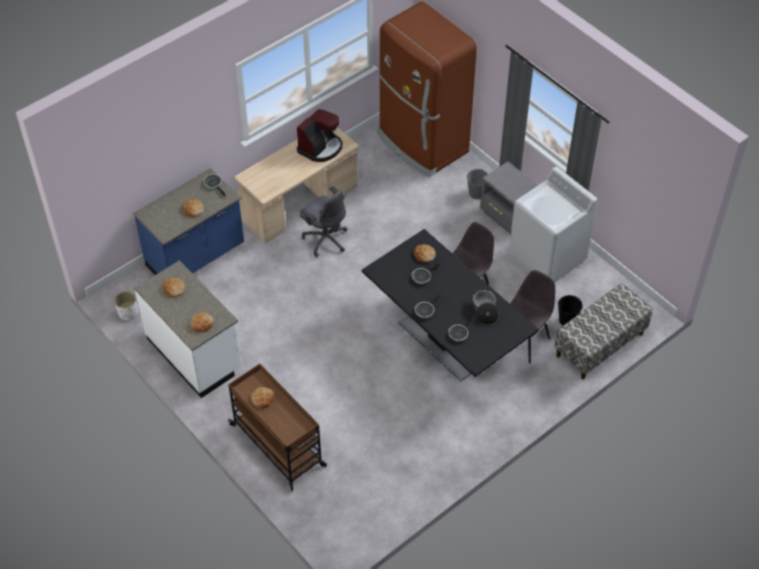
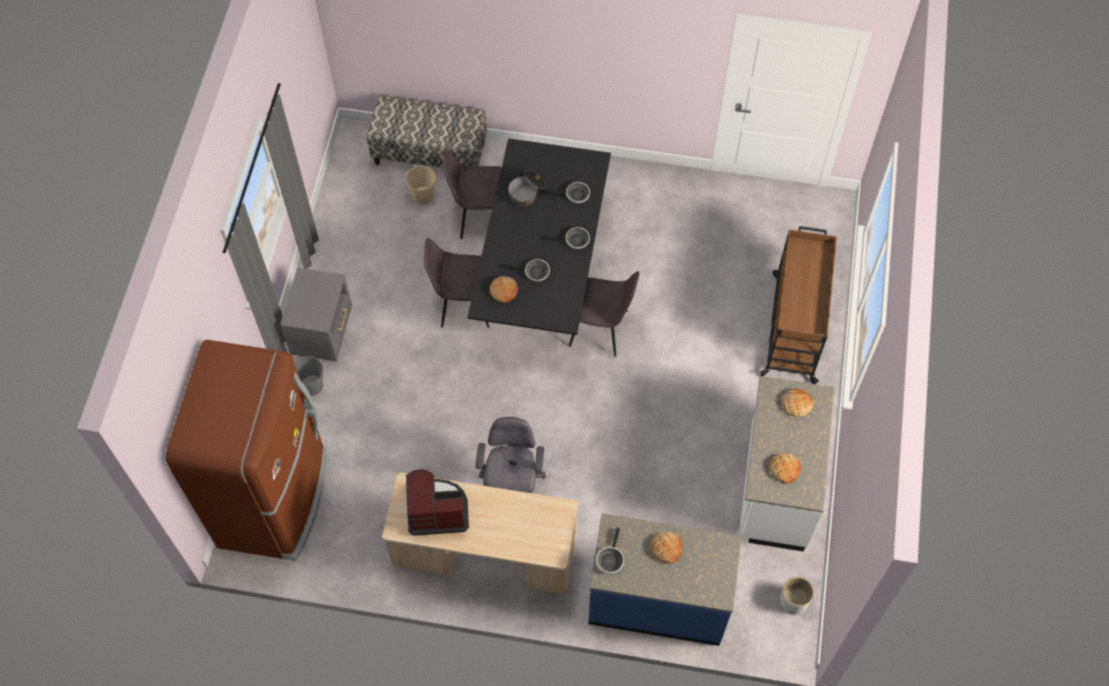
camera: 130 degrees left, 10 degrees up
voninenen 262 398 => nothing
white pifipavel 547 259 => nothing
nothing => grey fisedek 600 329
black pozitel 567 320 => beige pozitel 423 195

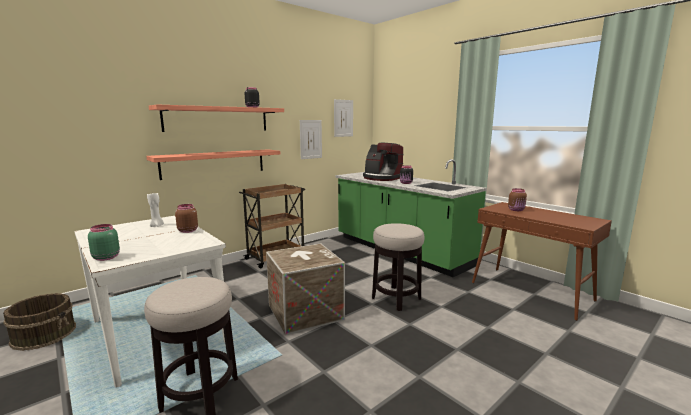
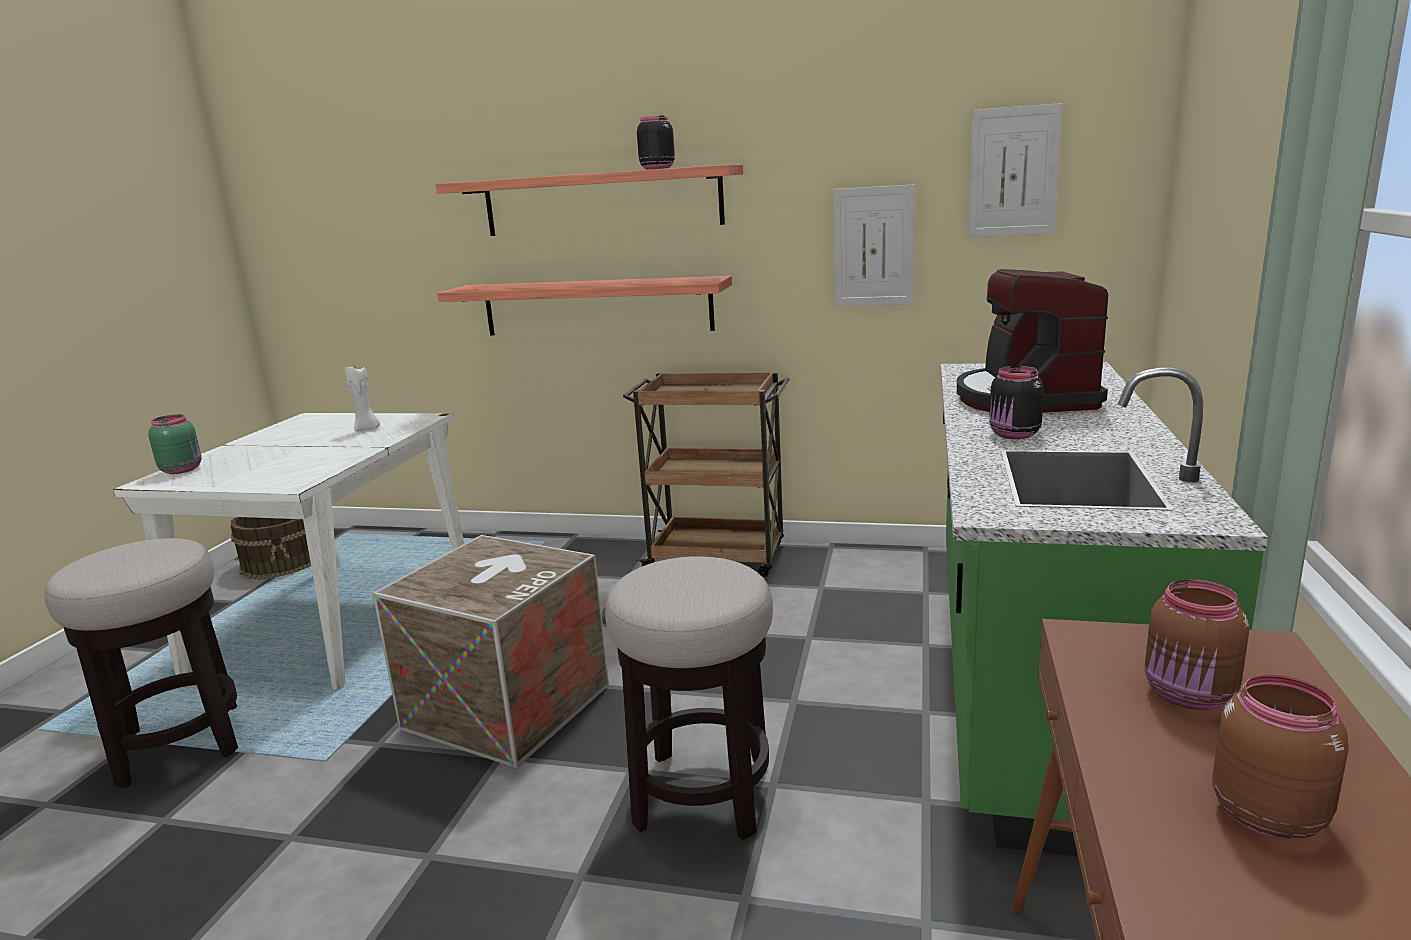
camera: 55 degrees right, 5 degrees up
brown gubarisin 187 230 => brown gubarisin 1265 813, relocated

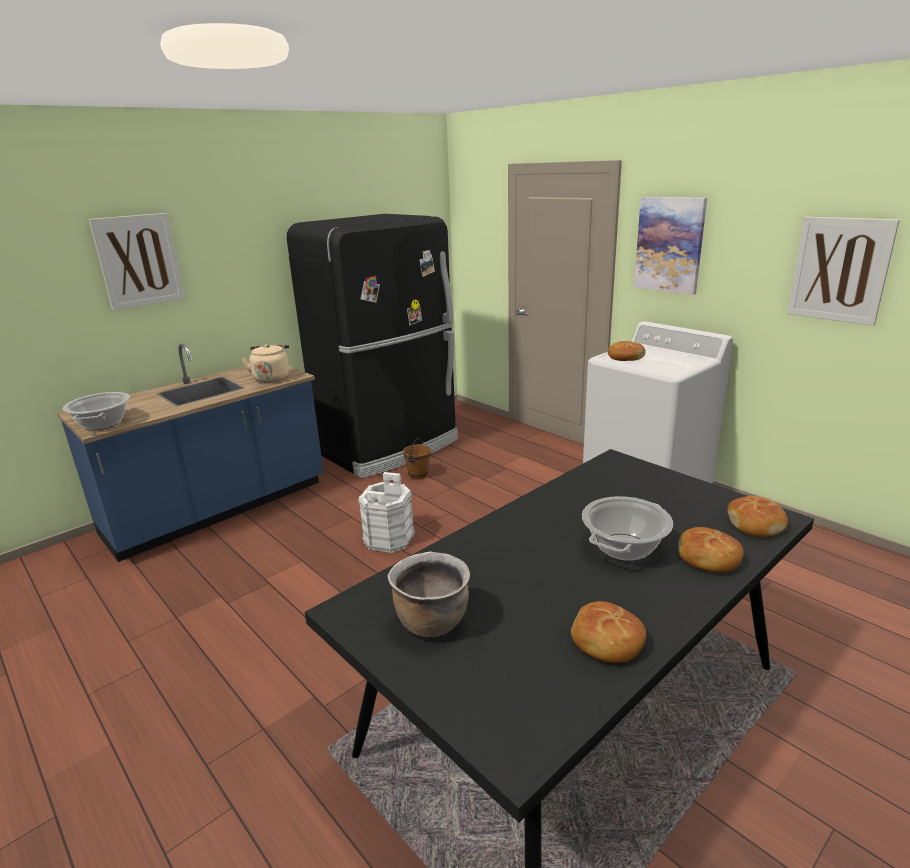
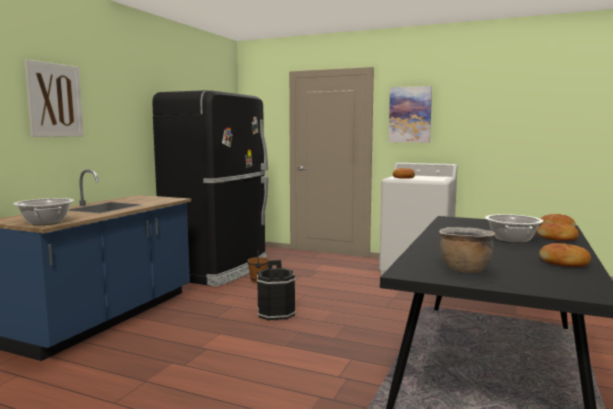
camera: 25 degrees left, 15 degrees down
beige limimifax 271 378 => nothing
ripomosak 839 270 => nothing
white pozitel 389 539 => black pozitel 276 313

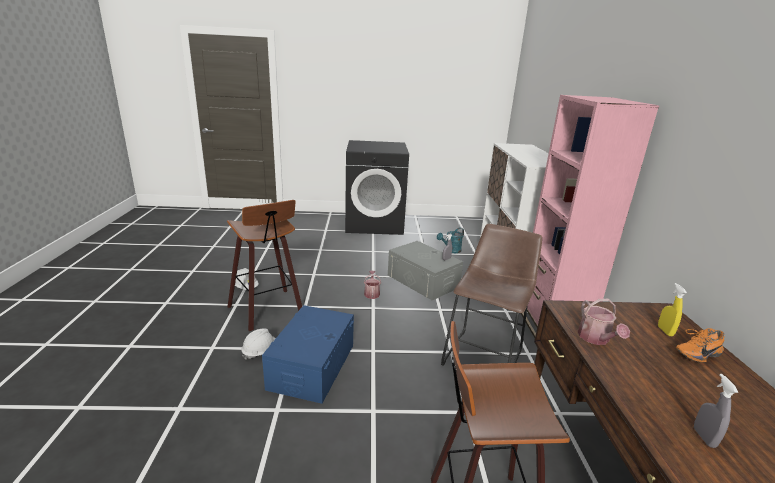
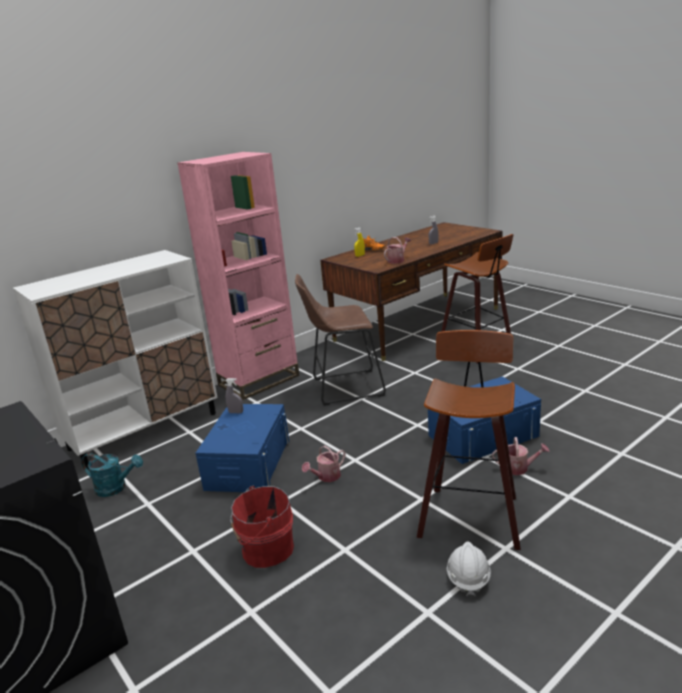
camera: 125 degrees left, 0 degrees up
nothing => red pozitel 265 549
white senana 260 352 => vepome 519 468
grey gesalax 423 281 => blue gesalax 248 463

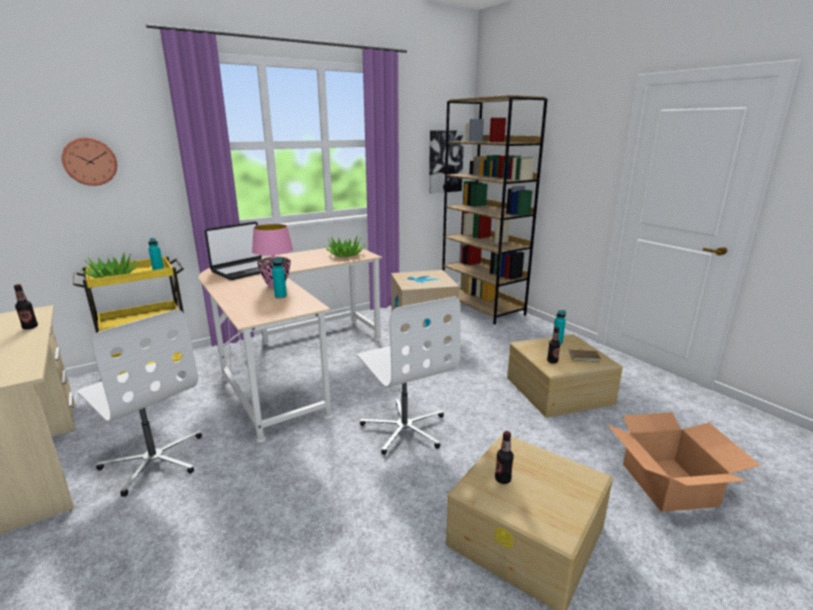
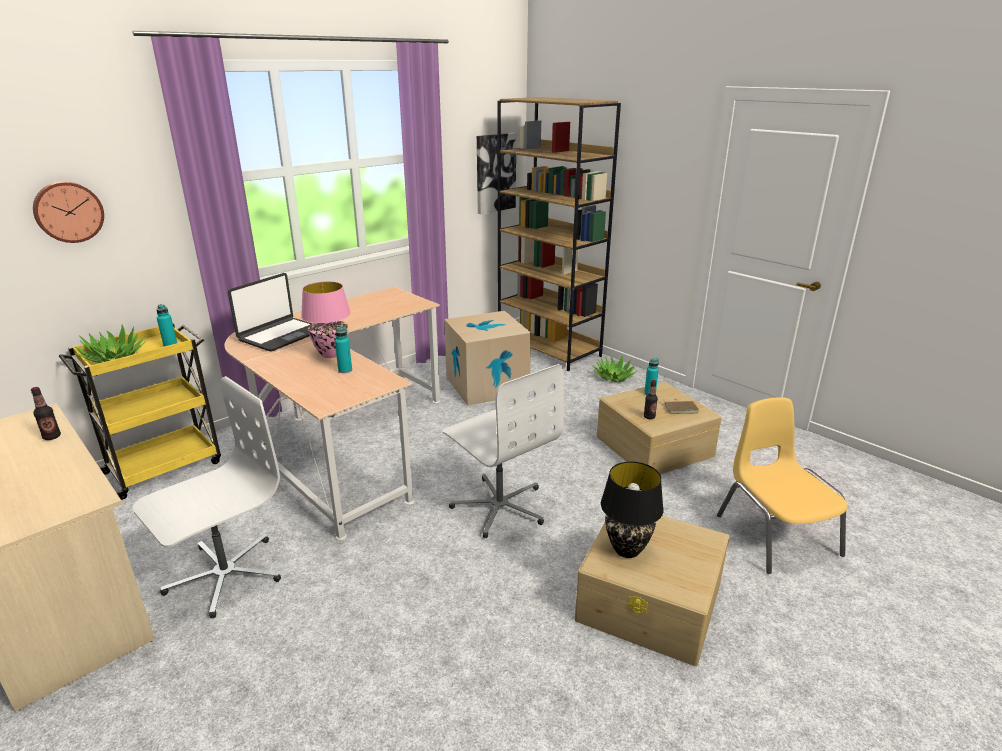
camera: 10 degrees left, 5 degrees up
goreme 345 254 => goreme 614 377, relocated
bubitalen 502 479 => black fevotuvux 627 550
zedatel 669 484 => yellow fisedek 775 534
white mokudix 154 460 => white mokudix 224 575, 75 degrees counterclockwise

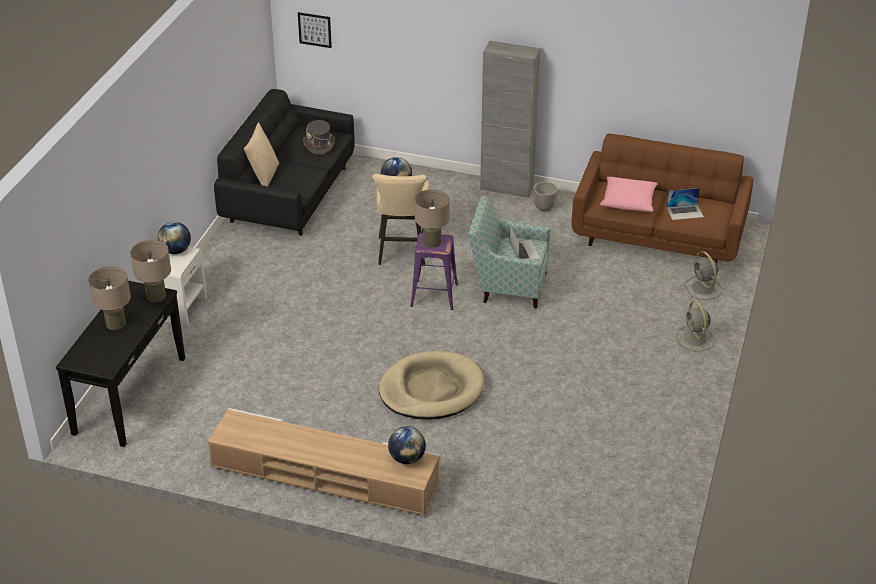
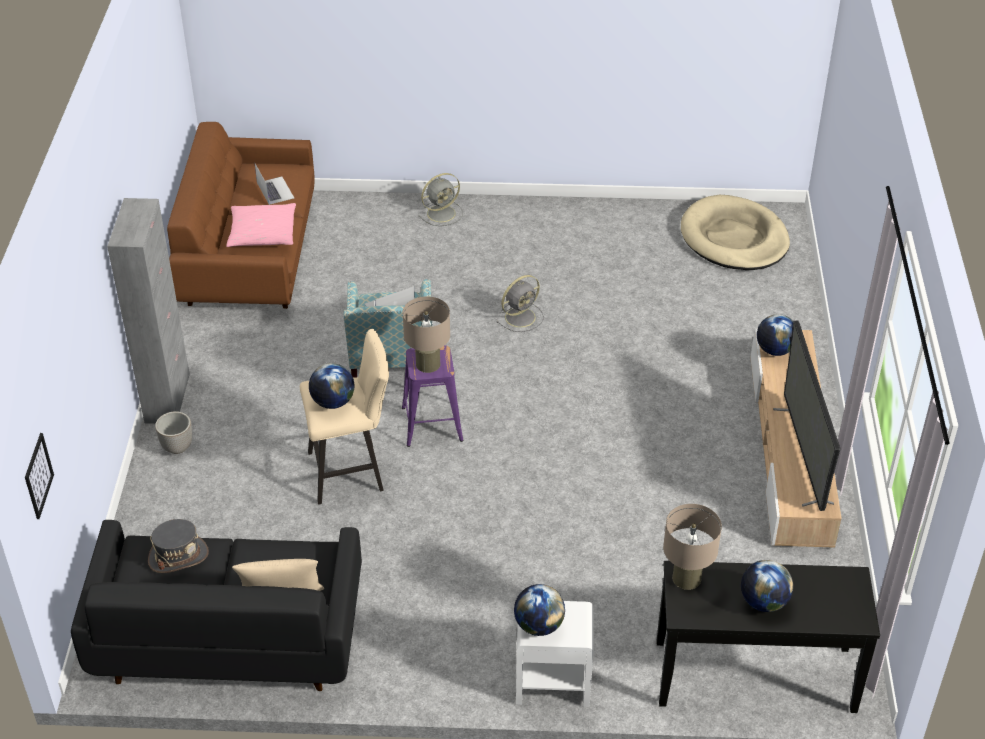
camera: 105 degrees left, 5 degrees up
nothing => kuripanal 803 454
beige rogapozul 431 390 => beige rogapozul 734 238, relocated
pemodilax 544 208 => pemodilax 177 447, relocated
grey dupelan 703 288 => grey dupelan 521 316, relocated
beige fevotuvux 115 323 => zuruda 763 602

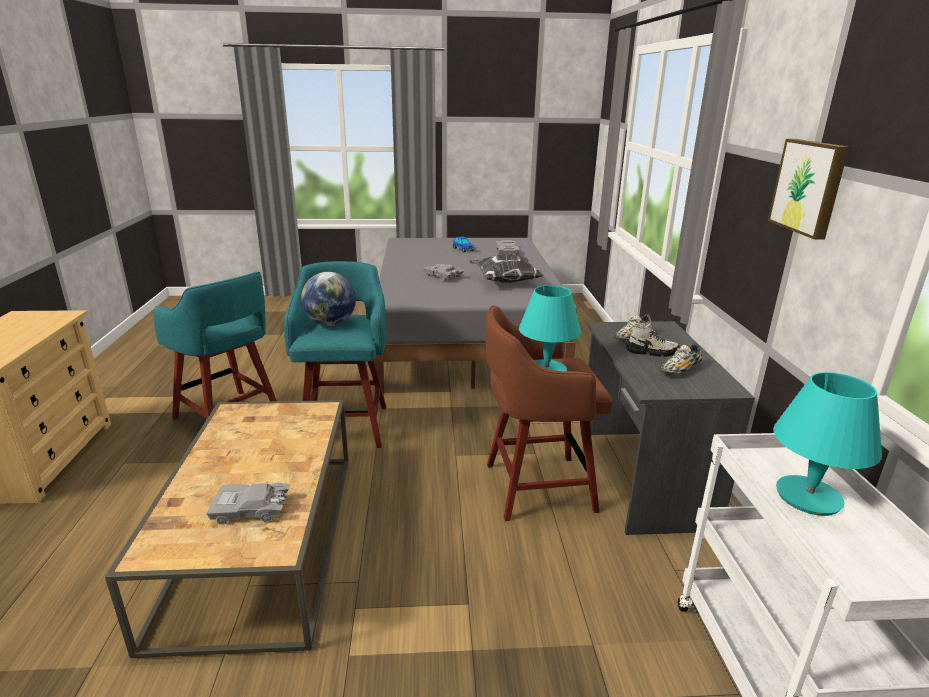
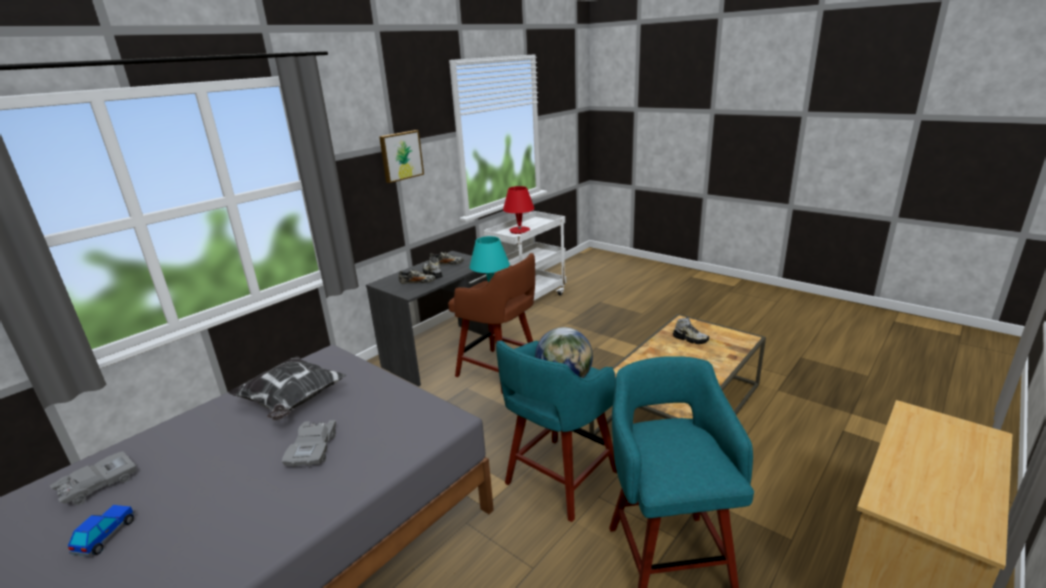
camera: 135 degrees left, 0 degrees up
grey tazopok 251 510 => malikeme 690 339
turquoise fevotuvux 808 497 => red fevotuvux 520 231

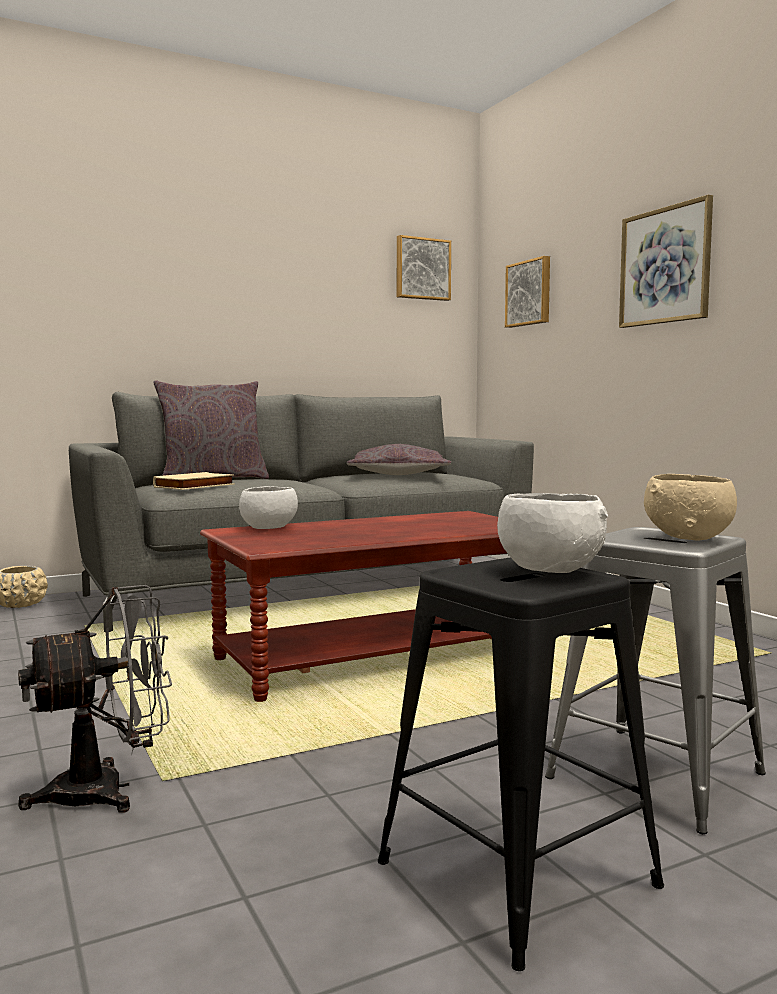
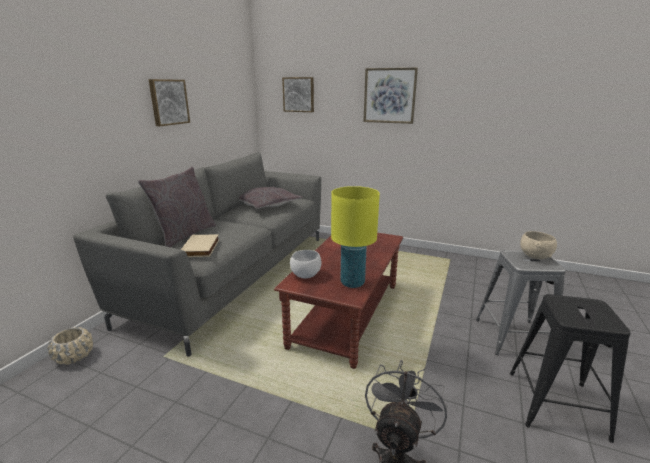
camera: 40 degrees left, 15 degrees up
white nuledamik 548 570 => nothing
nothing => yellow fevotuvux 352 283
ripomosak 422 269 => ripomosak 168 102, relocated

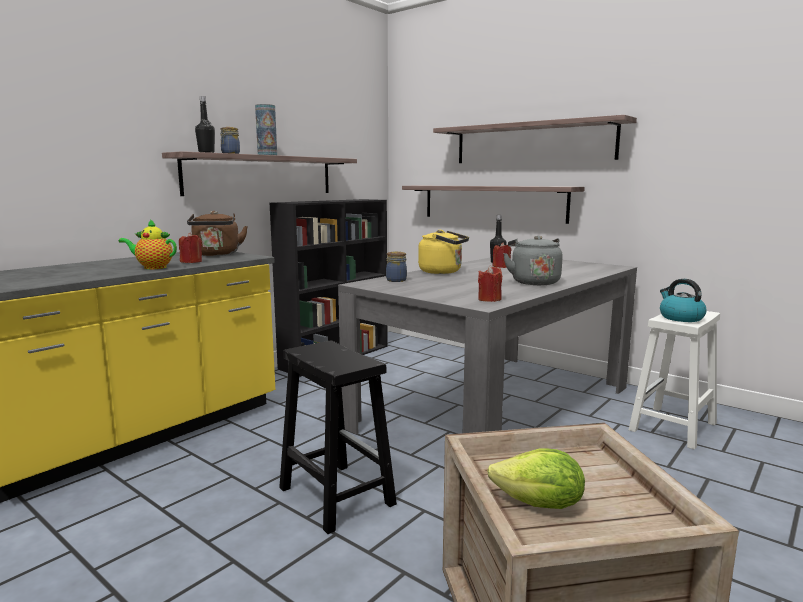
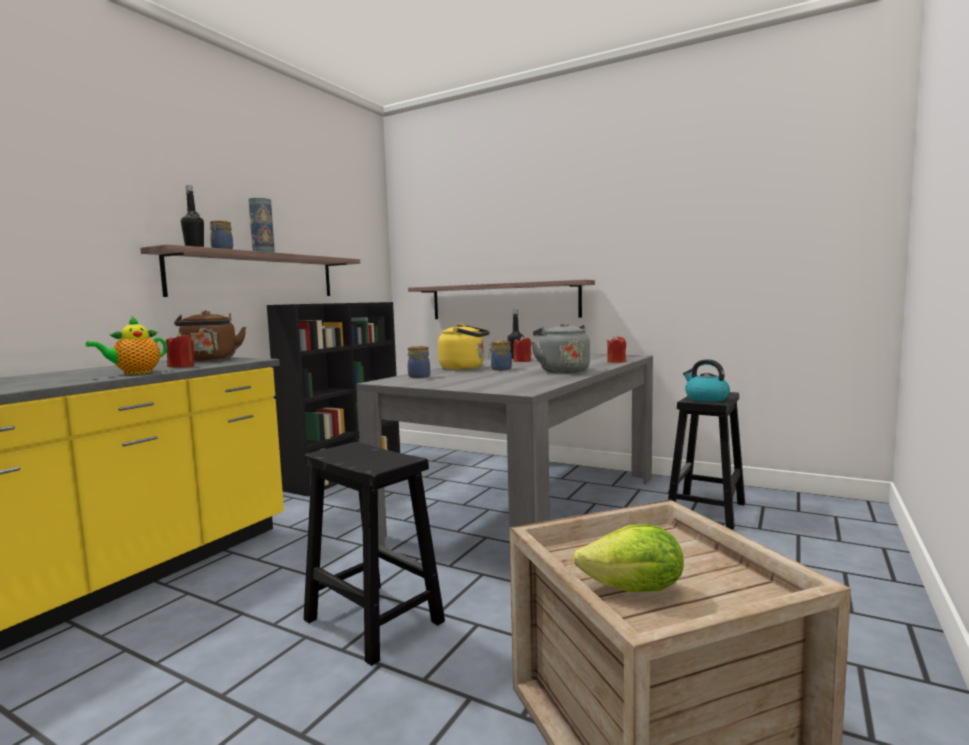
camera: 10 degrees left, 5 degrees down
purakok 532 143 => nothing
nothing => gubarisin 500 369
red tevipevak 489 299 => red tevipevak 616 362, relocated
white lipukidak 673 427 => black lipukidak 706 511
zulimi 152 267 => zulimi 134 373, 45 degrees counterclockwise

